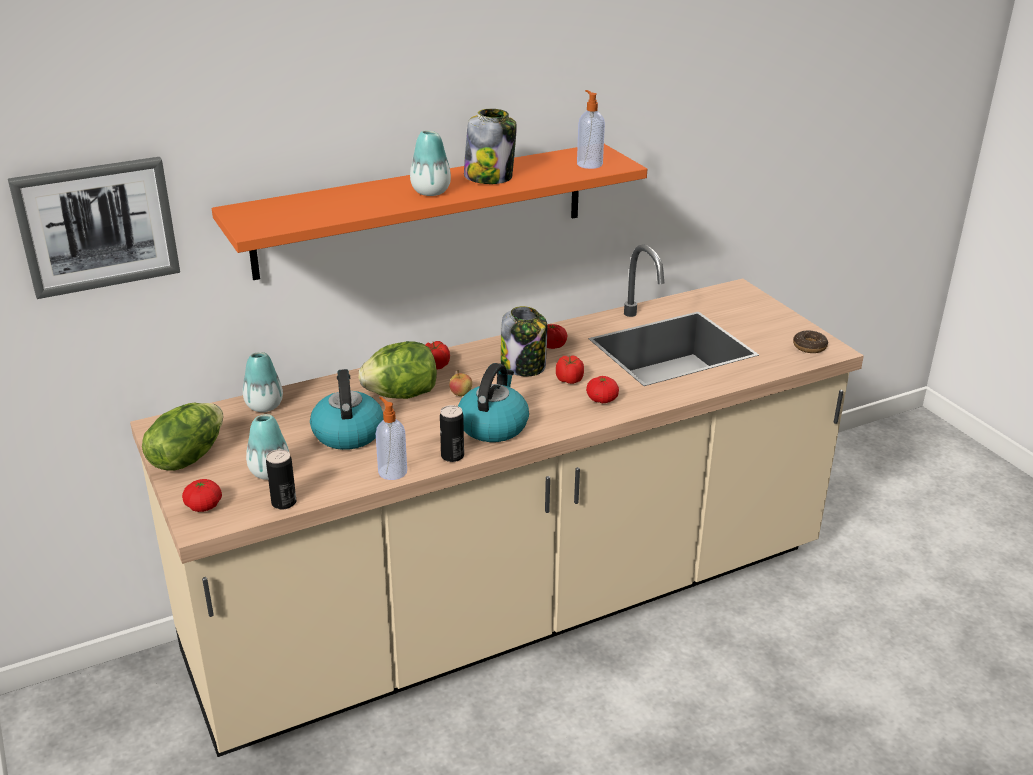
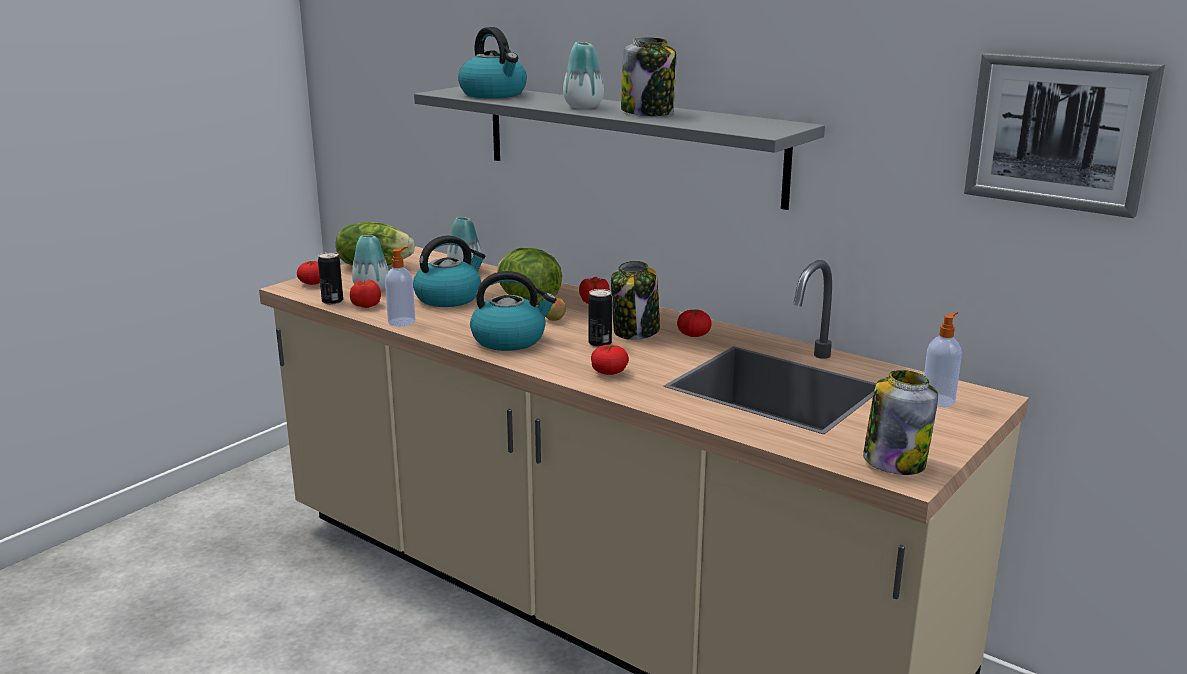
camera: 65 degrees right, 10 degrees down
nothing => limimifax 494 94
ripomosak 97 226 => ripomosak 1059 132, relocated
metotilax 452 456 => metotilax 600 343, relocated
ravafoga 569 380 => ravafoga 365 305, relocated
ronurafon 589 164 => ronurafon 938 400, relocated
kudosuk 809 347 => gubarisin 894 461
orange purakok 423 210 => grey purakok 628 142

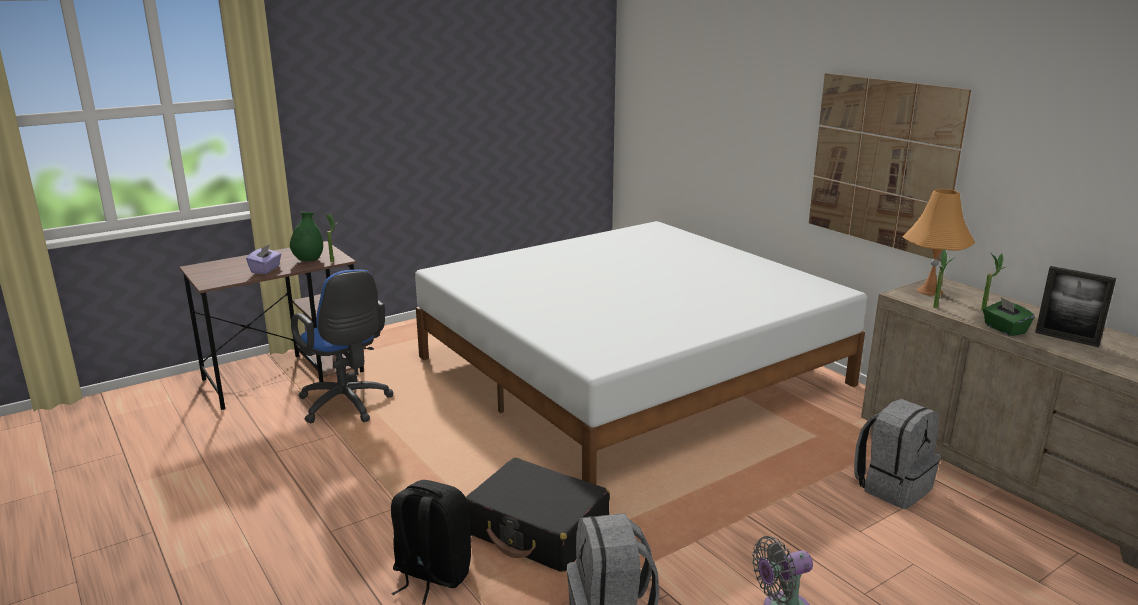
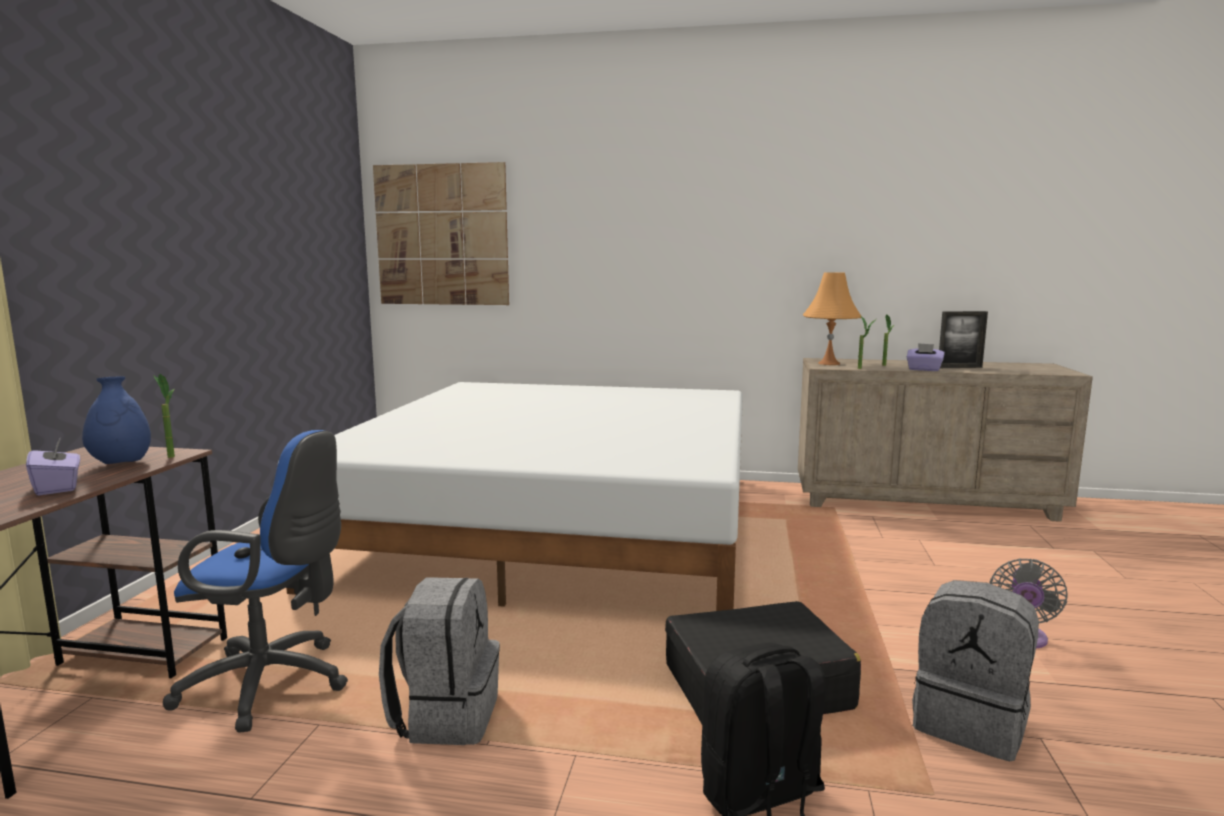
camera: 45 degrees left, 10 degrees down
ripomosak 882 163 => ripomosak 441 235, relocated
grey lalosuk 892 486 => grey lalosuk 446 715, relocated
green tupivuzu 308 260 => blue tupivuzu 121 464
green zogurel 1004 329 => purple zogurel 924 369

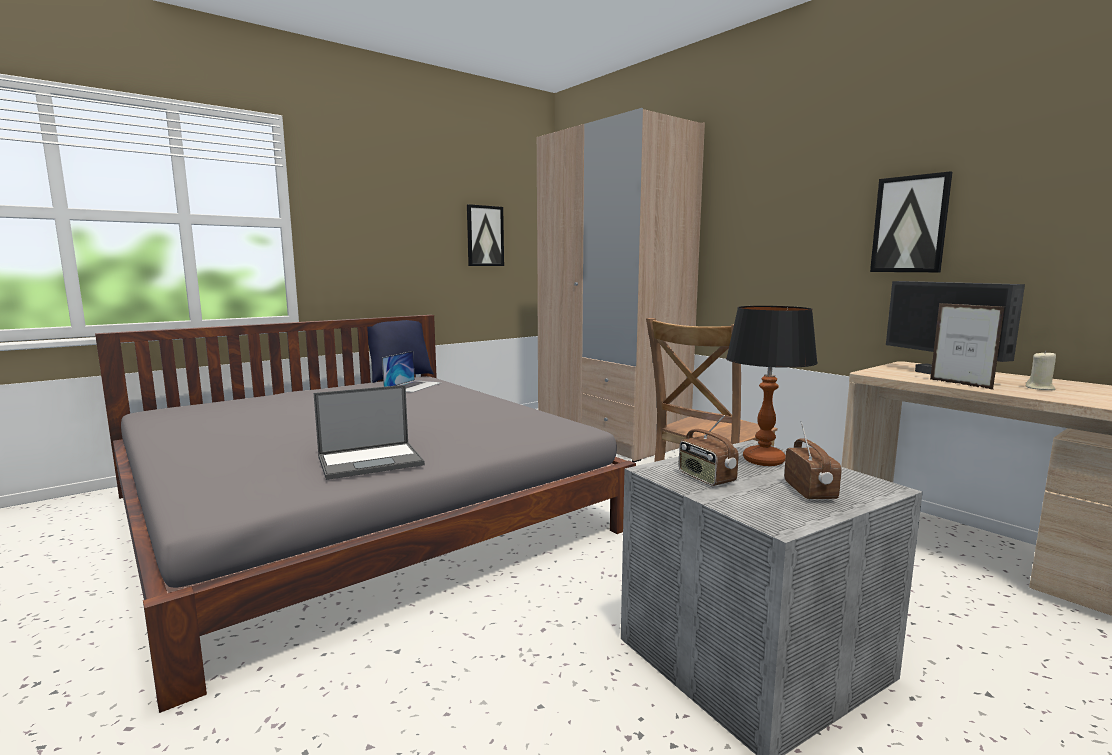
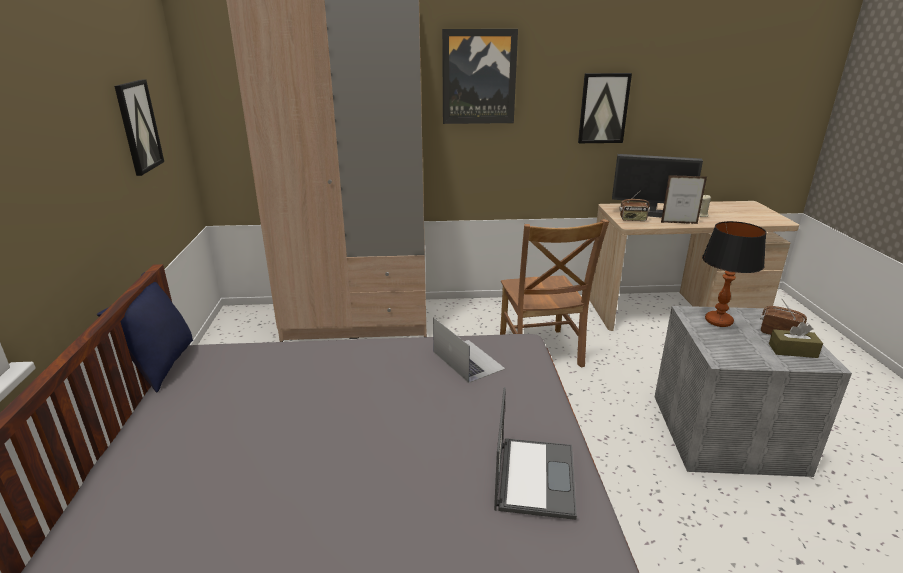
camera: 55 degrees left, 15 degrees up
nothing => ripomosak 479 77
nothing => brown zogurel 792 350
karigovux 413 386 => karigovux 468 360, relocated
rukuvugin 705 478 => rukuvugin 633 219, relocated

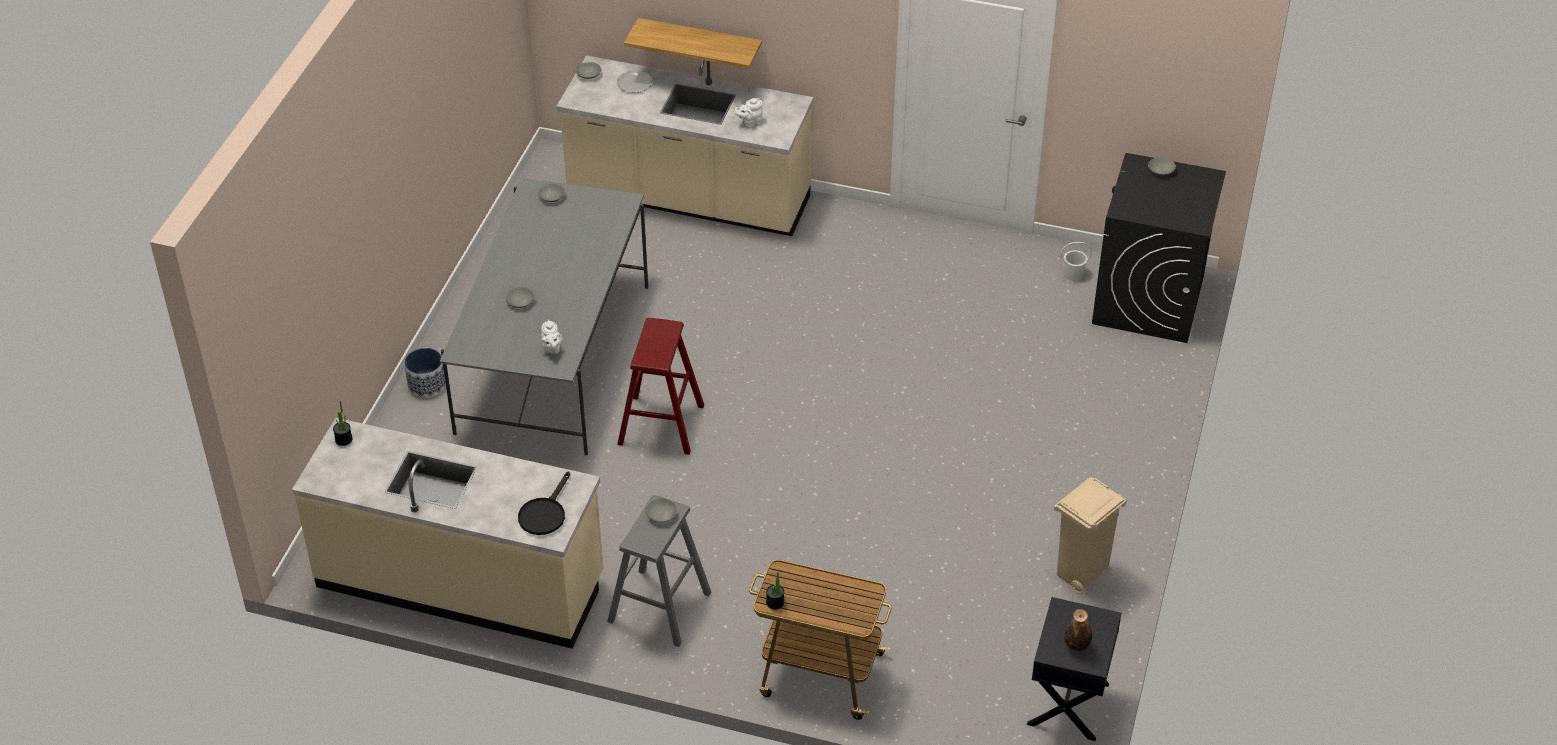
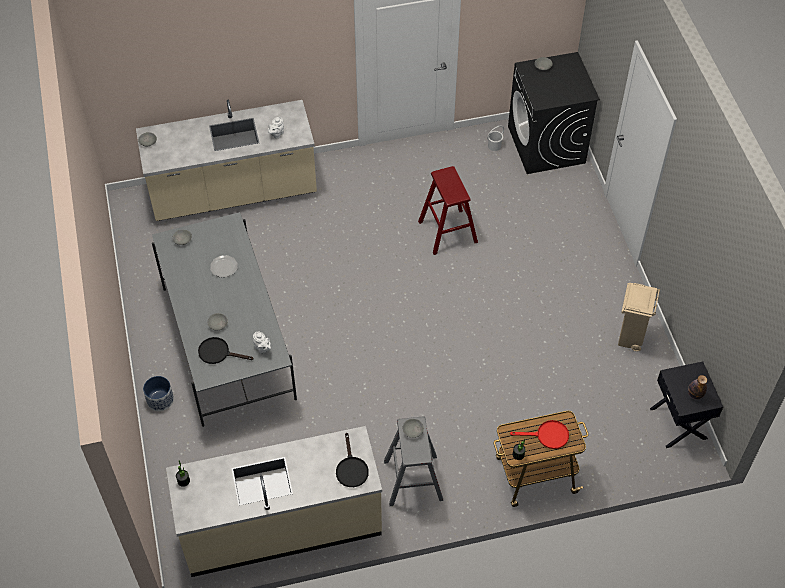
camera: 30 degrees left, 10 degrees up
purakok 700 42 => nothing
nothing => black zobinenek 218 352
nothing => red zobinenek 547 436
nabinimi 635 83 => nabinimi 224 267, relocated
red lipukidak 661 425 => red lipukidak 447 232, relocated

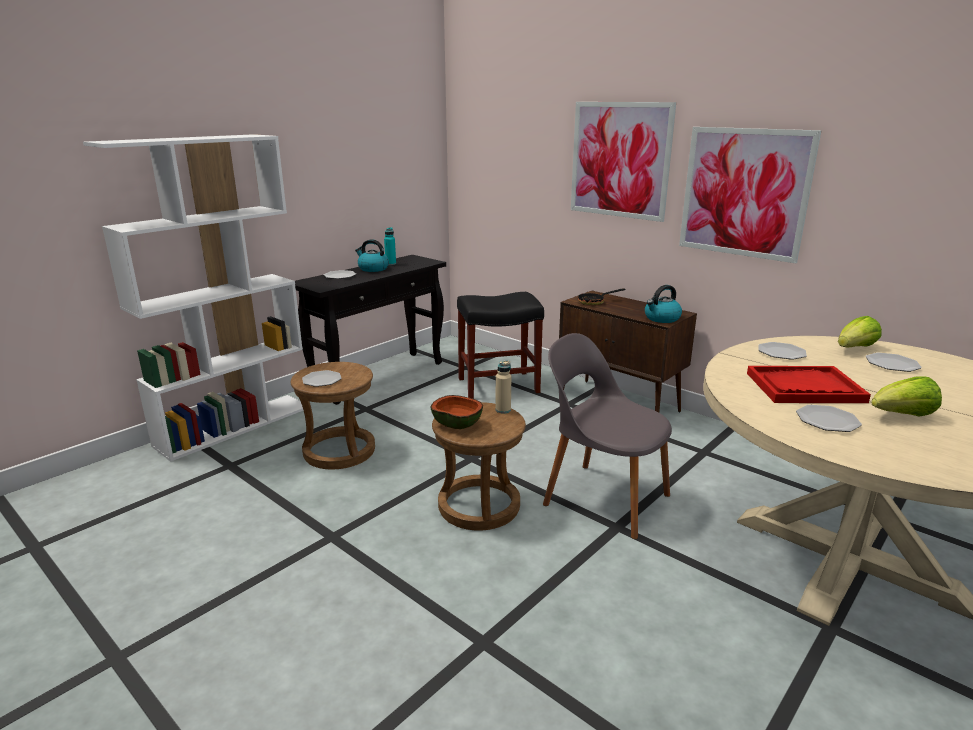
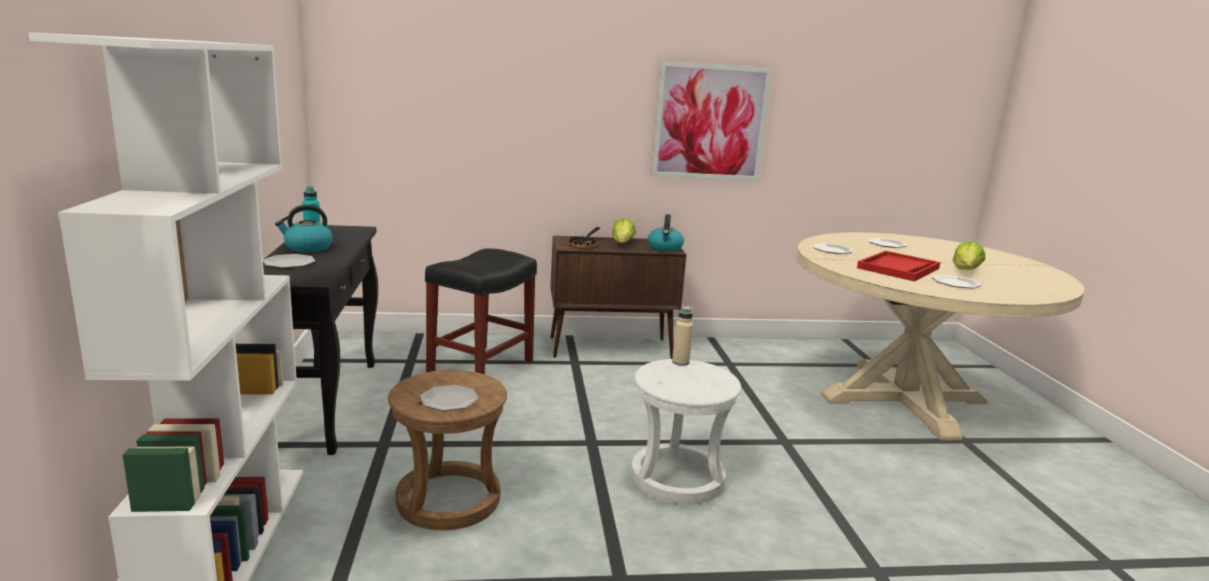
camera: 50 degrees left, 5 degrees down
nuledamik 456 425 => nothing
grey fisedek 603 498 => nothing
ripomosak 620 160 => nothing
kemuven 855 348 => kemuven 622 244, relocated
brown lipukidak 479 505 => white lipukidak 677 477

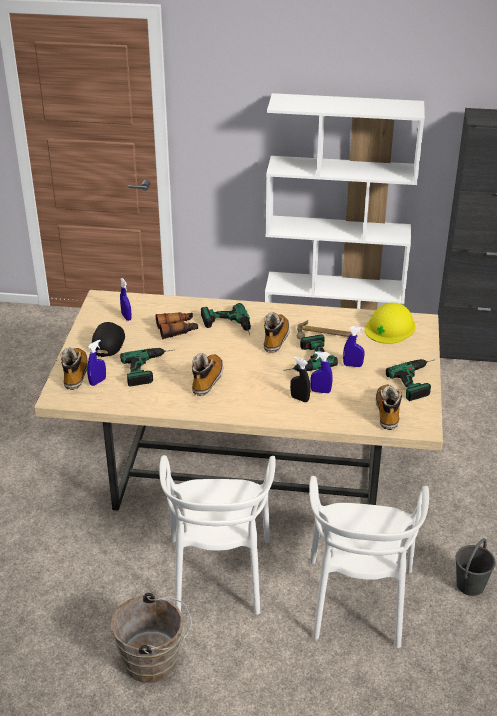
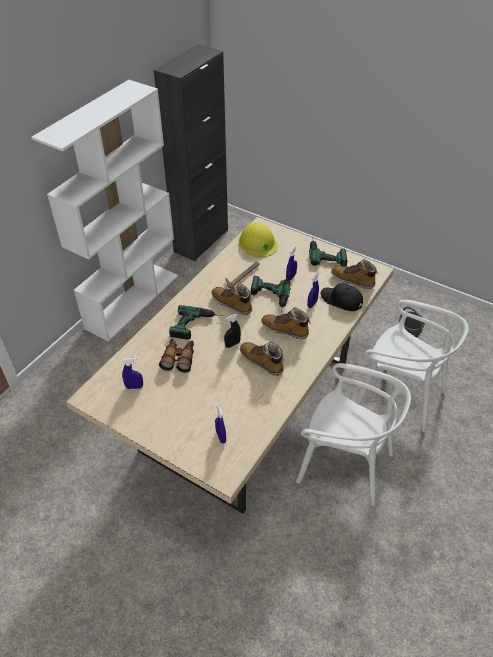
camera: 65 degrees left, 10 degrees up
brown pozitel 155 661 => nothing
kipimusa 151 368 => nothing
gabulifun 75 374 => gabulifun 285 330, relocated
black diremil 108 343 => black diremil 341 300, relocated
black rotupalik 299 399 => black rotupalik 232 344, relocated

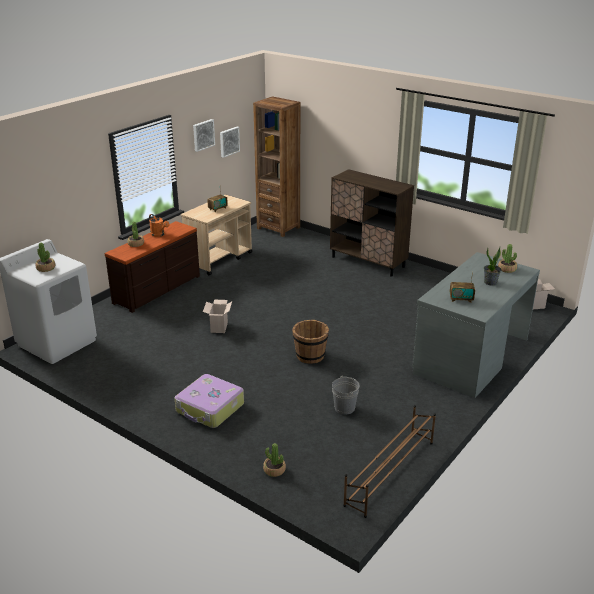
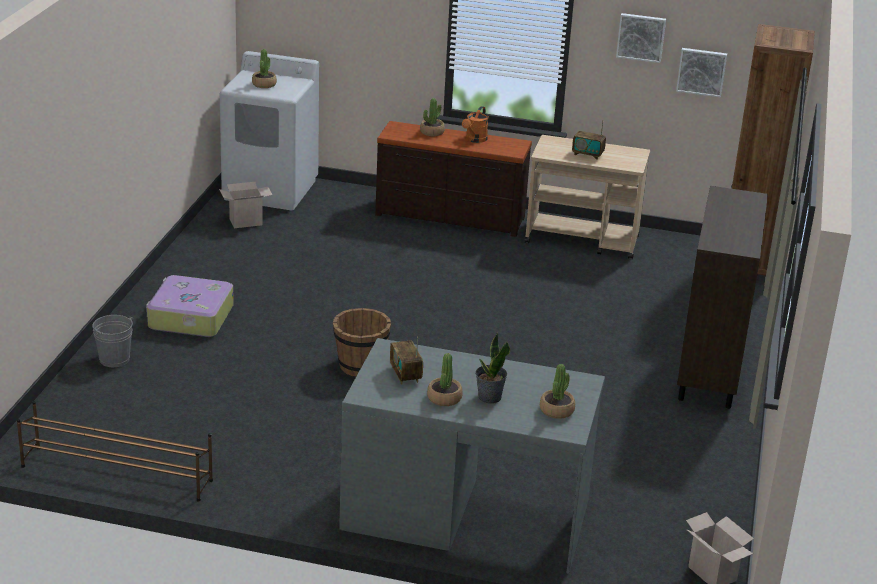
camera: 65 degrees right, 0 degrees up
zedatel 218 327 => zedatel 246 221, relocated
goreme 274 470 => goreme 444 398, relocated
grey pozitel 344 408 => grey pozitel 114 359, relocated

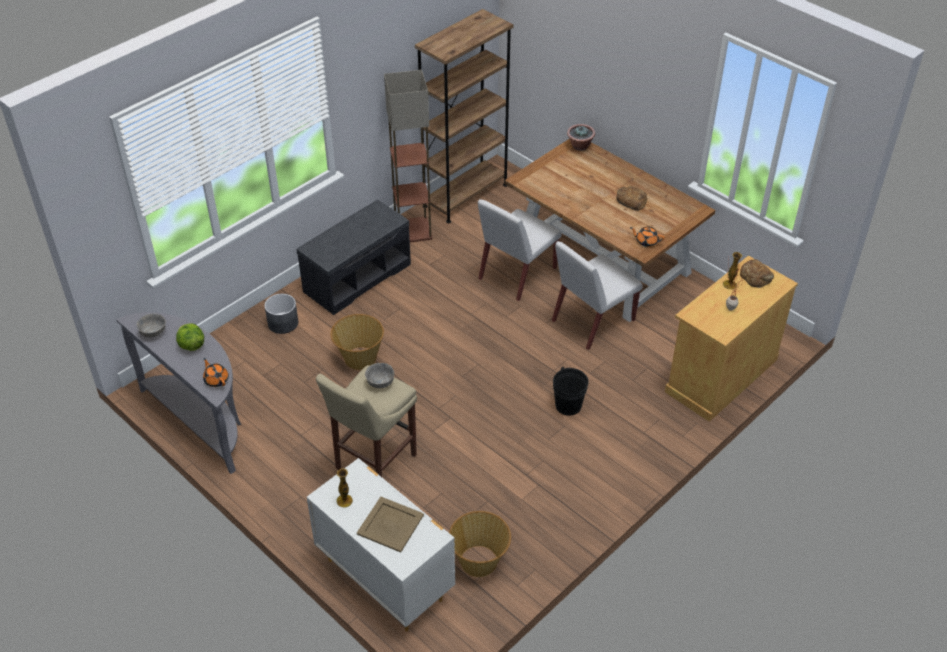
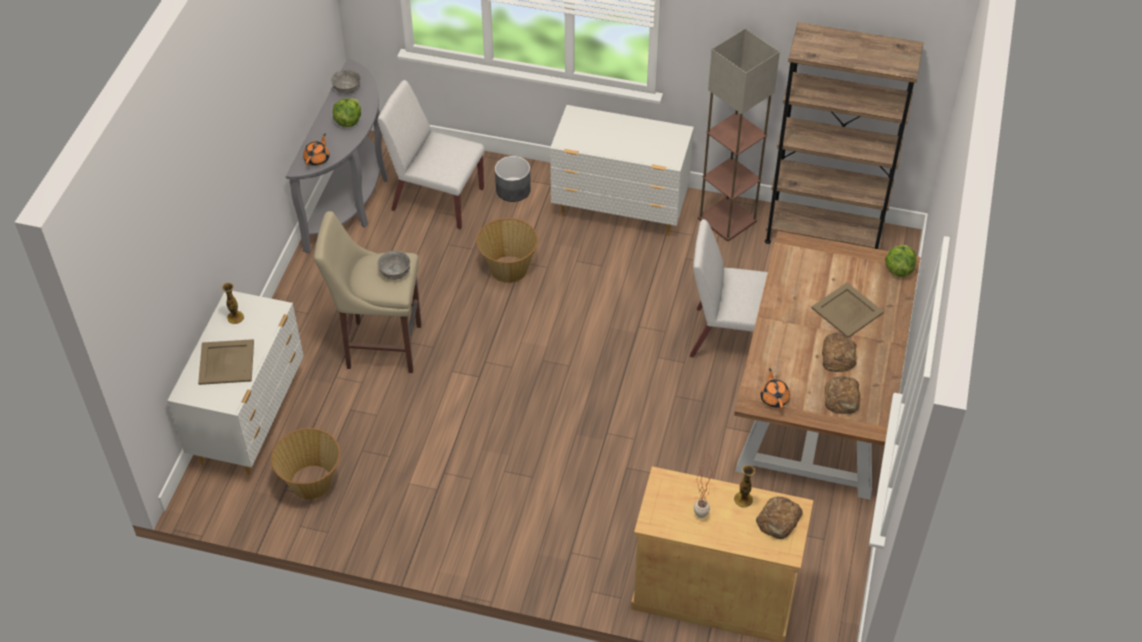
camera: 60 degrees right, 5 degrees up
black pozitel 568 405 => nothing
nothing => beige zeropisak 847 310
nothing => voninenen 842 398
white fisedek 592 321 => white fisedek 436 199, relocated
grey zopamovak 357 277 => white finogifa 620 211
goreme 580 146 => kemuven 898 269

